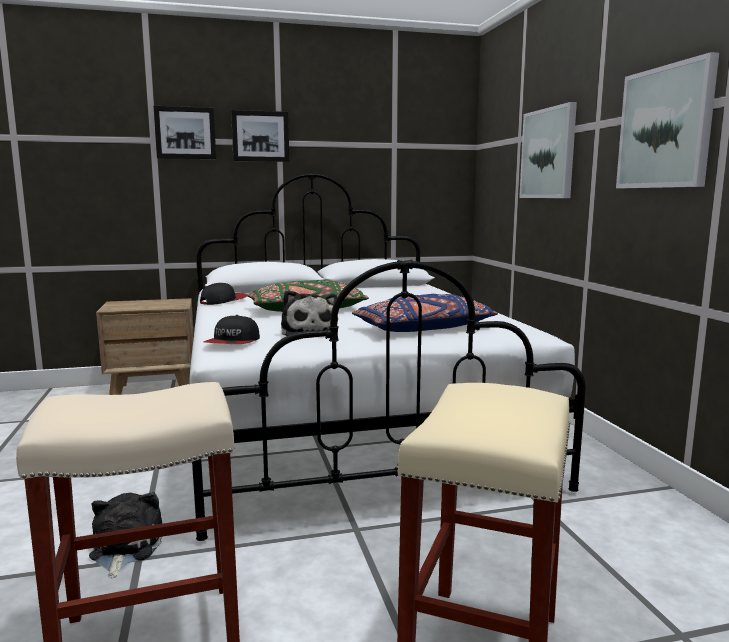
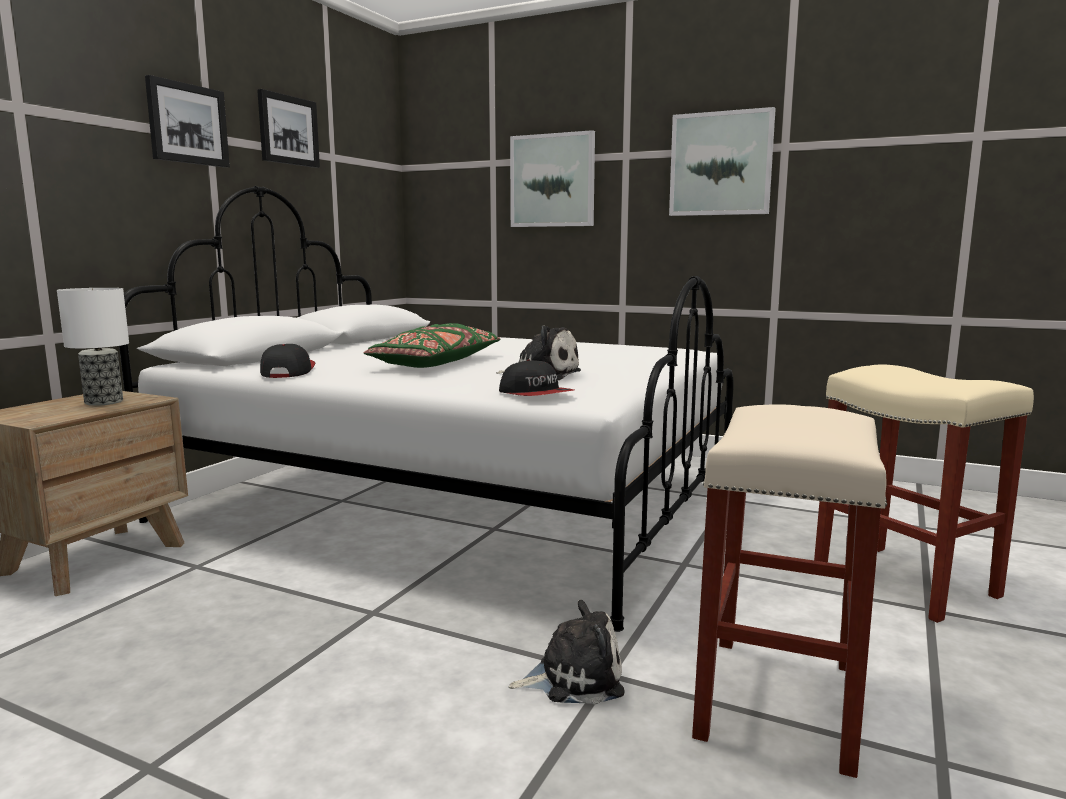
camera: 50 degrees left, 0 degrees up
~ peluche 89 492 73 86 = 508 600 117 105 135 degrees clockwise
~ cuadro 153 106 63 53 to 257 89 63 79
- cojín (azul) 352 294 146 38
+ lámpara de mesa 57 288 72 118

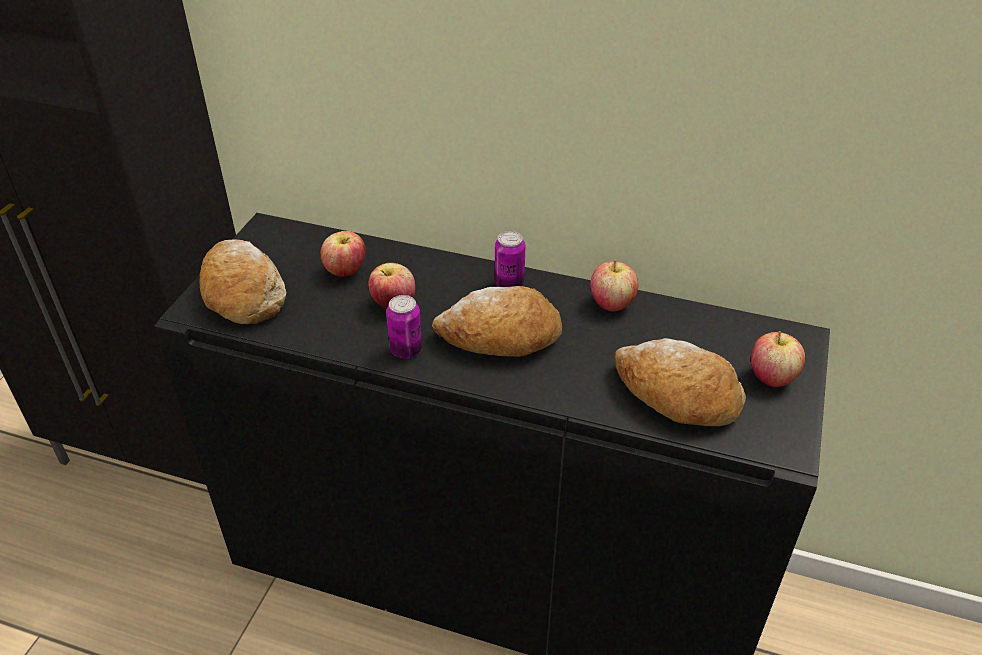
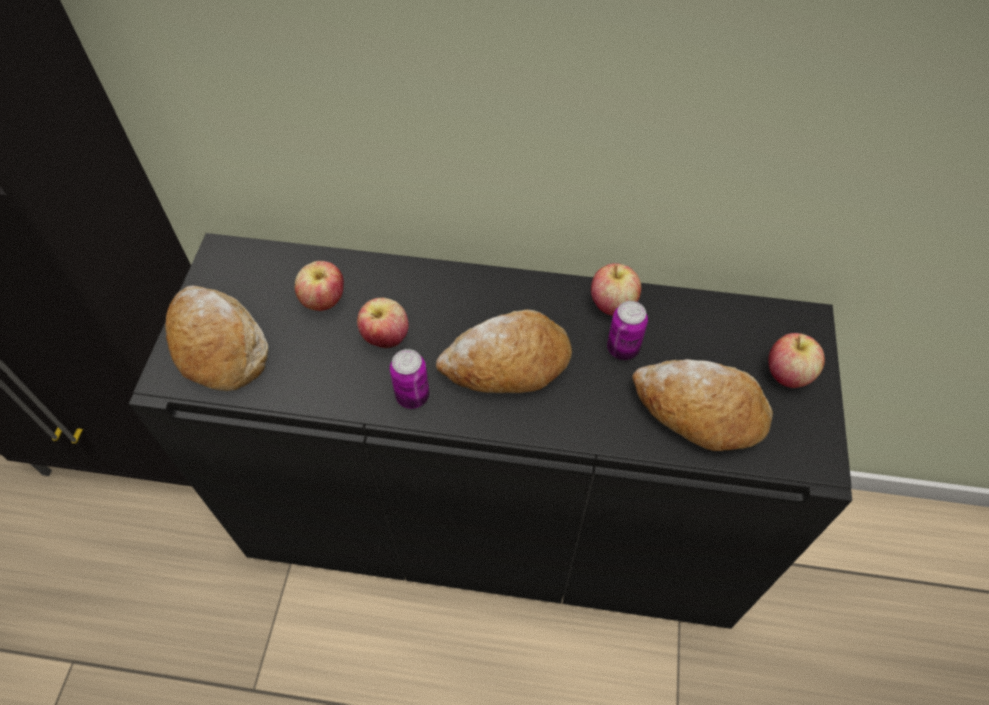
camera: 10 degrees left, 15 degrees up
~ lata 495 231 30 56 to 607 301 41 59

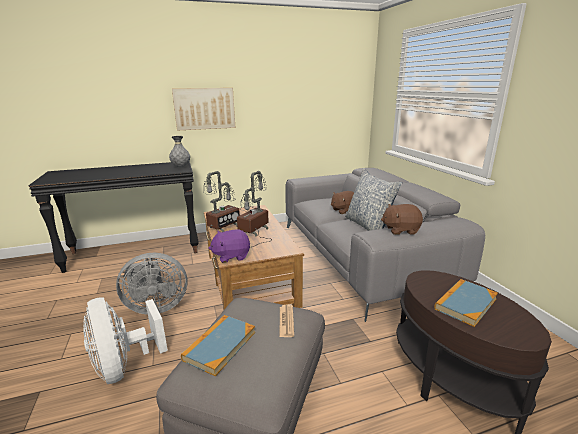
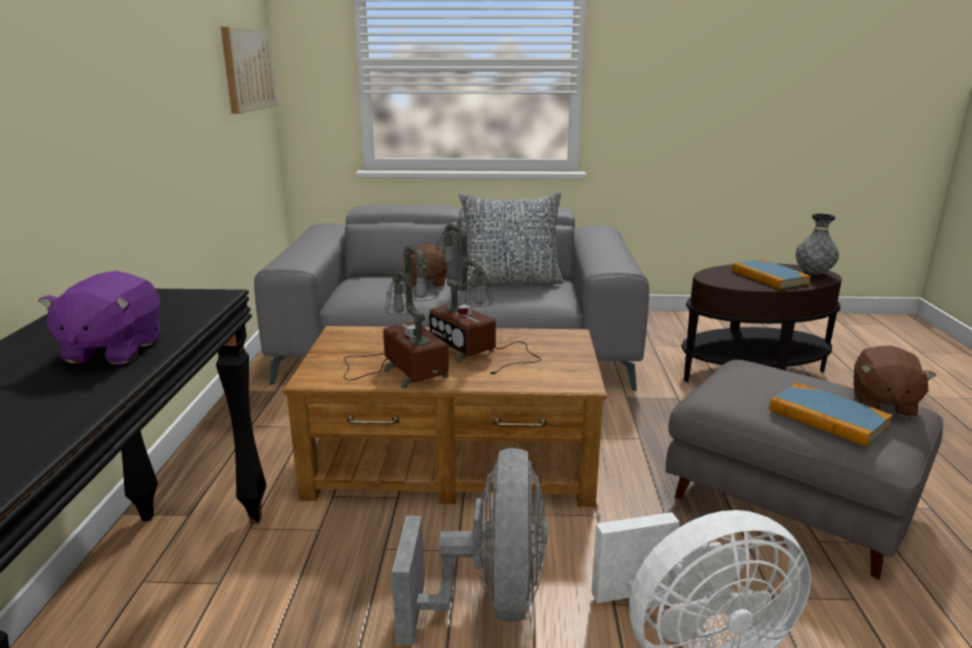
camera: 70 degrees left, 0 degrees up
~ florero (gris) 169 136 21 31 to 796 213 43 62
~ cuadro 172 88 63 43 to 221 27 56 87
~ peluche (morado) 208 229 42 34 to 38 271 123 93
- periódico 280 304 14 33
~ peluche (marrón) 381 204 42 31 to 854 346 82 71

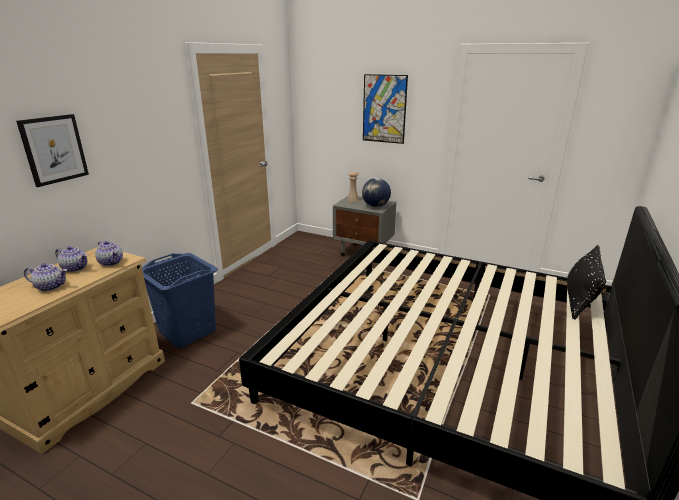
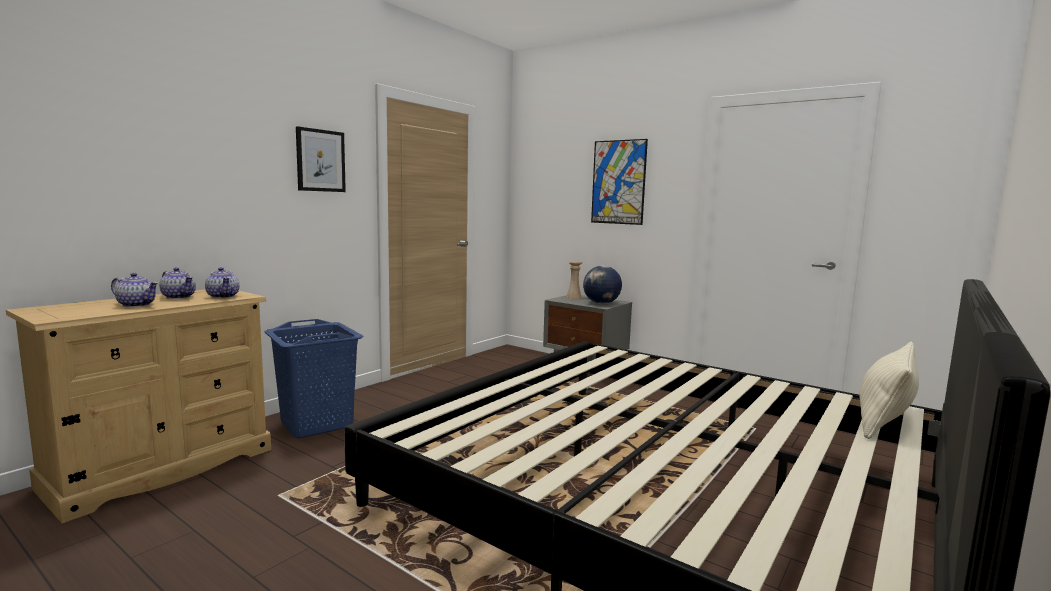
camera: 10 degrees right, 15 degrees down
~ cuadro 16 114 73 73 to 296 126 50 66
~ cojín (negro) 567 245 39 75 to cojín (beis) 859 342 60 97

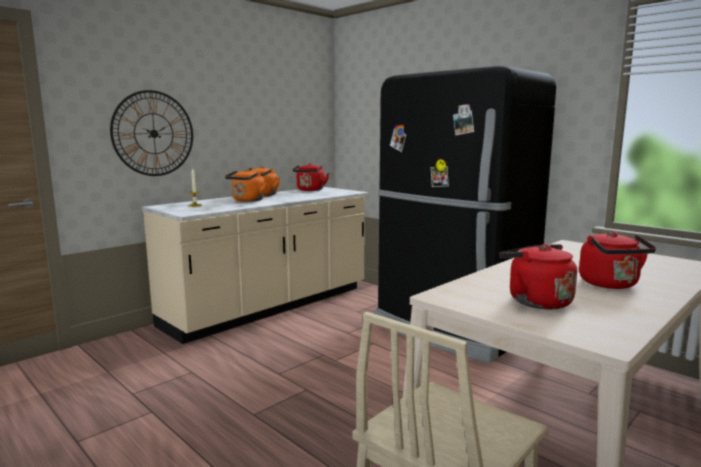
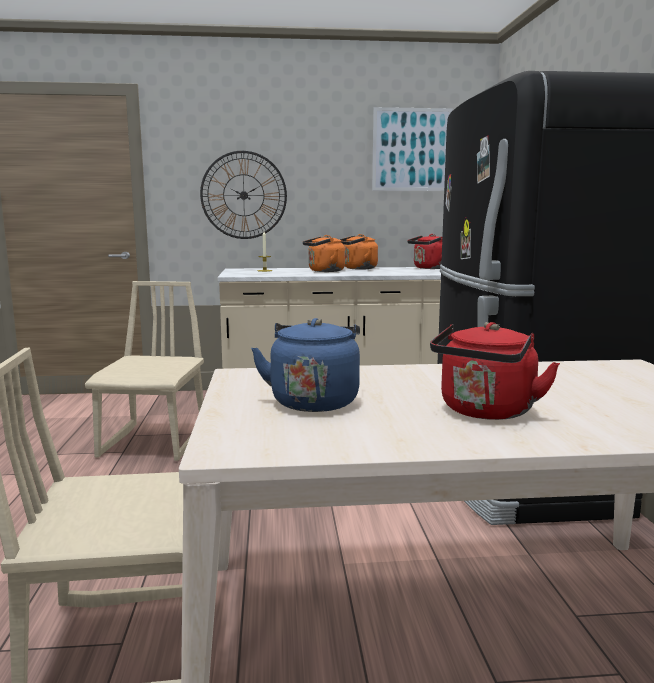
camera: 40 degrees right, 0 degrees up
~ hervidor (rojo) 499 244 78 65 to hervidor (azul) 251 318 109 94
+ silla (beis) 85 281 119 180
+ cuadro 372 107 81 84

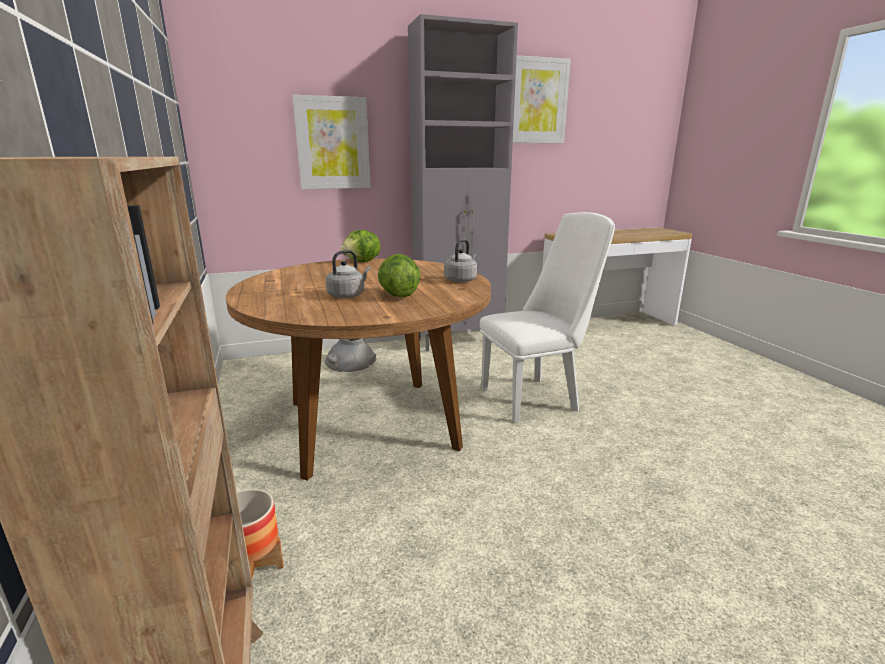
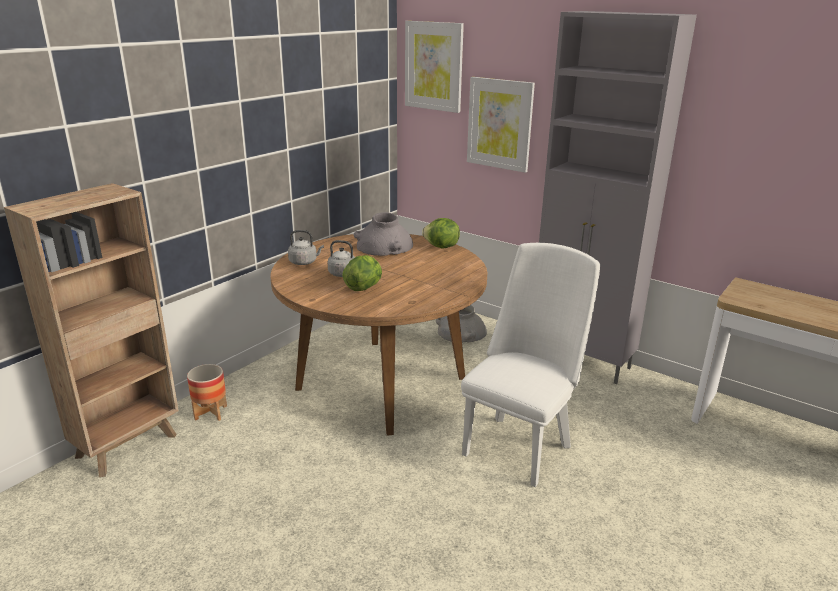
camera: 55 degrees right, 5 degrees up
~ hervidor (gris) 444 239 33 44 to 288 230 36 35
~ silla (blanco) 480 212 135 211 = 461 243 139 244 90 degrees counterclockwise
~ cuadro 513 55 58 88 to 405 21 59 92
+ florero (gris) 354 212 59 44

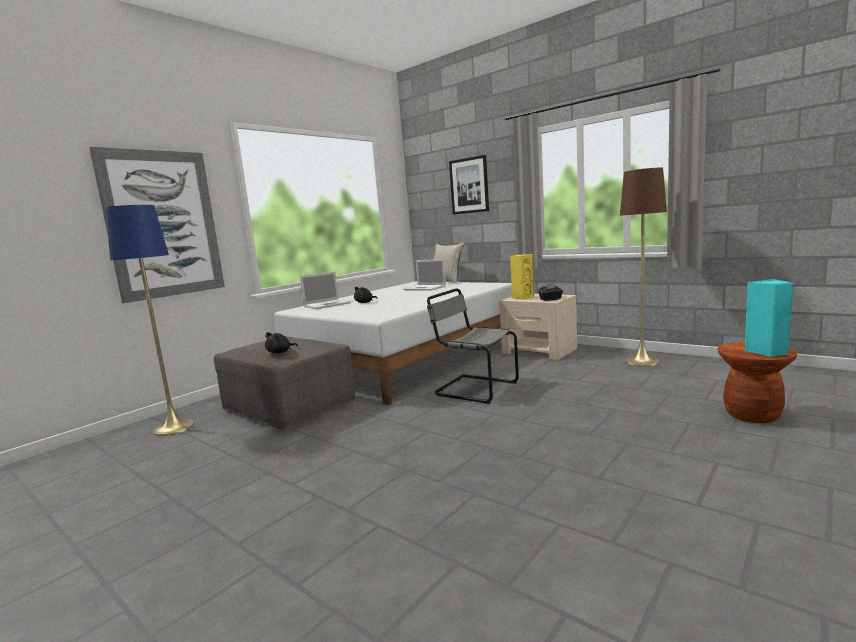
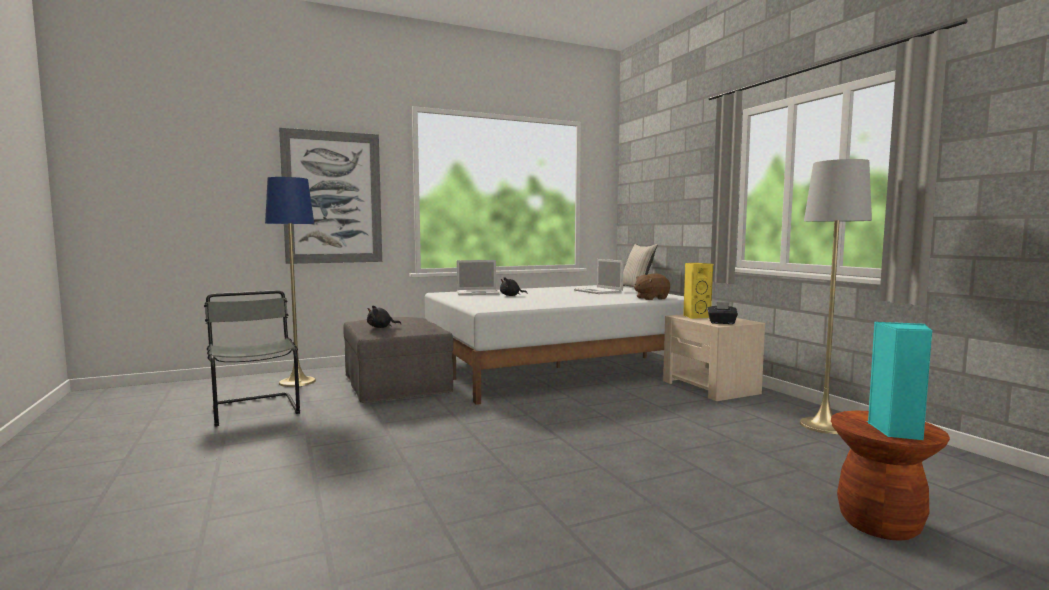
camera: 25 degrees right, 5 degrees down
~ silla (gris) 427 288 92 116 to 204 290 96 137
- cuadro 449 155 40 59
~ lámpara de pie (marrón) 620 168 47 199 to lámpara de pie (gris) 800 159 72 275
+ peluche (marrón) 634 273 36 27

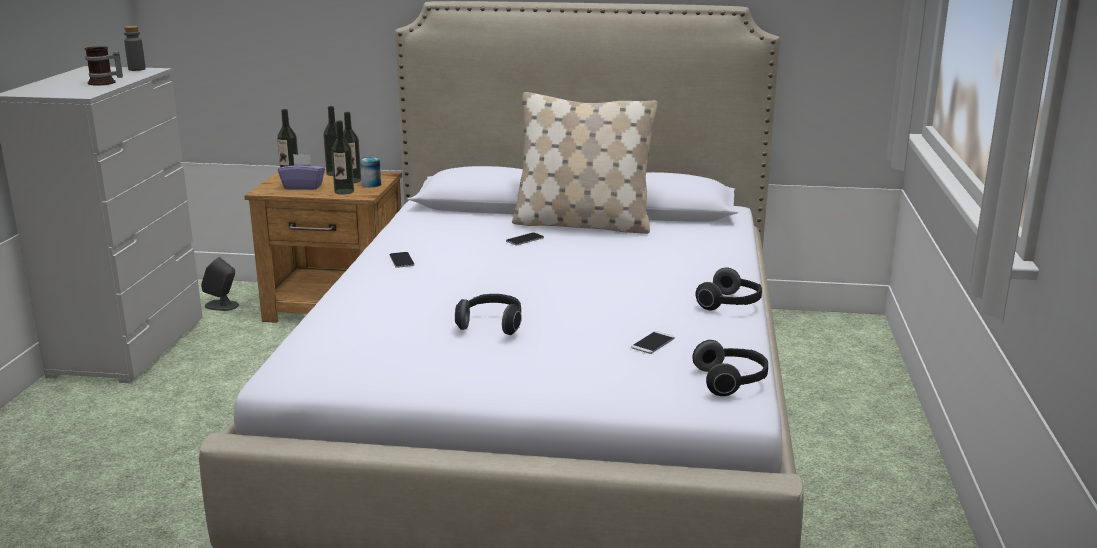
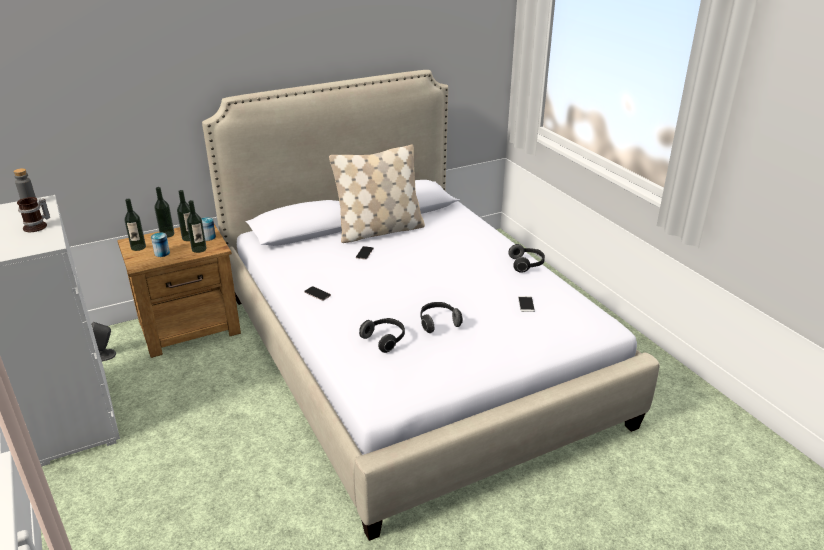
camera: 35 degrees left, 10 degrees up
~ caja de pañuelos (morado) 278 154 47 36 to lata 151 233 19 24
~ auriculares 692 340 76 56 to 359 318 46 35

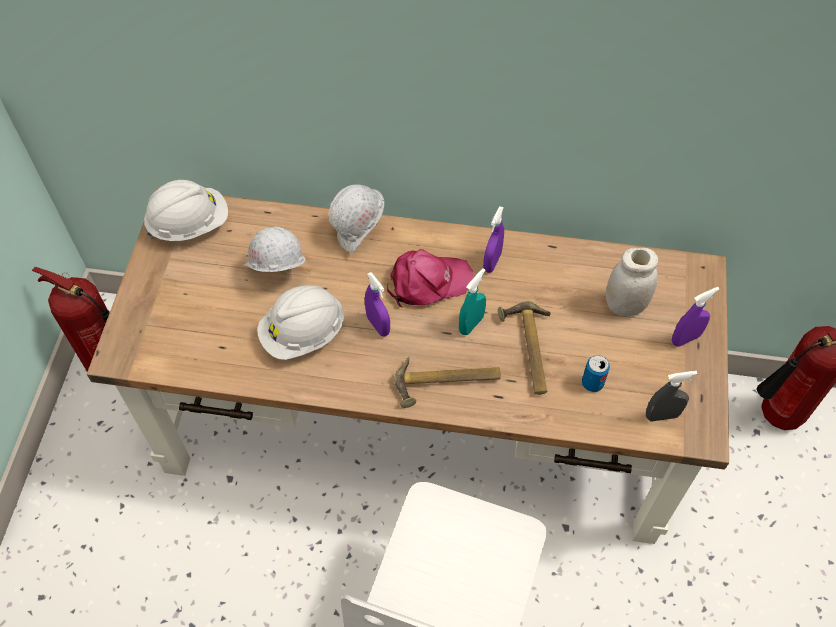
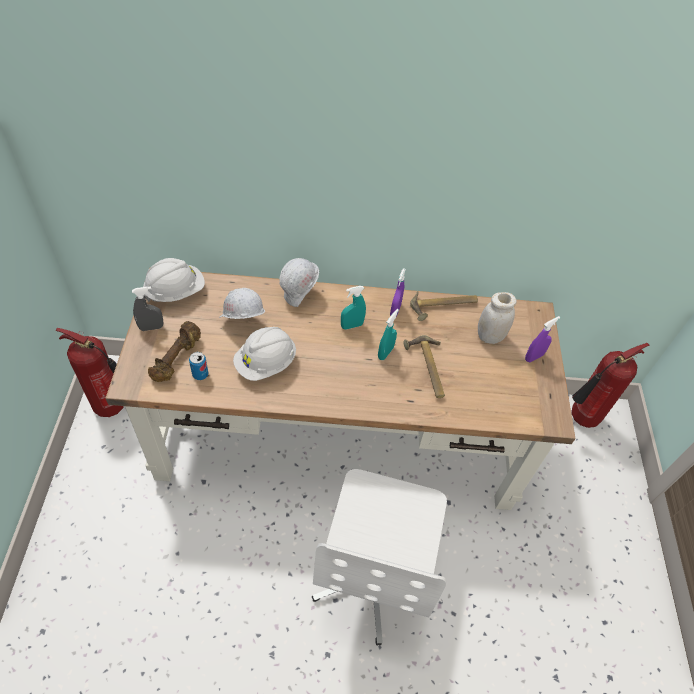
camera: 10 degrees left, 5 degrees down
- pulverizador (morado) 365 272 25 64
~ gorra (rosa) 387 249 86 59 to pulverizador (turquesa) 341 286 25 44
~ martillo 394 356 107 52 to 410 291 68 30
~ lata 582 355 28 37 to 189 352 19 28
~ pulverizador (gris) 646 371 51 50 to 132 286 31 45
+ mancuerna (marrón) 148 321 53 61

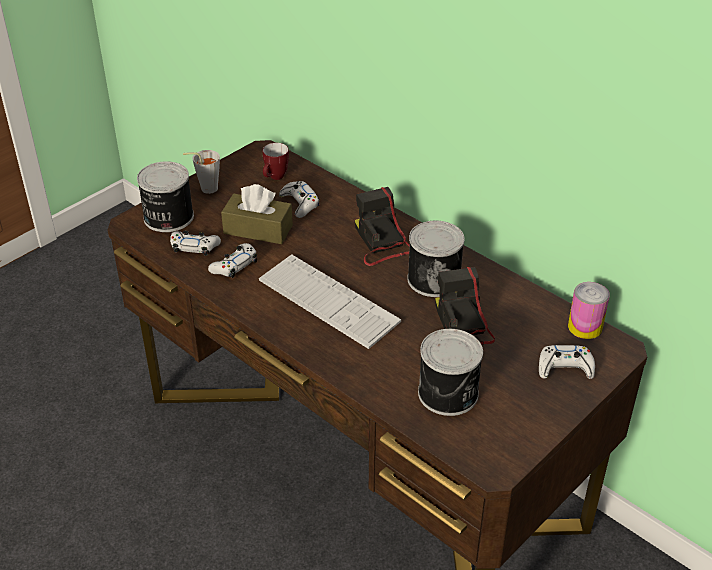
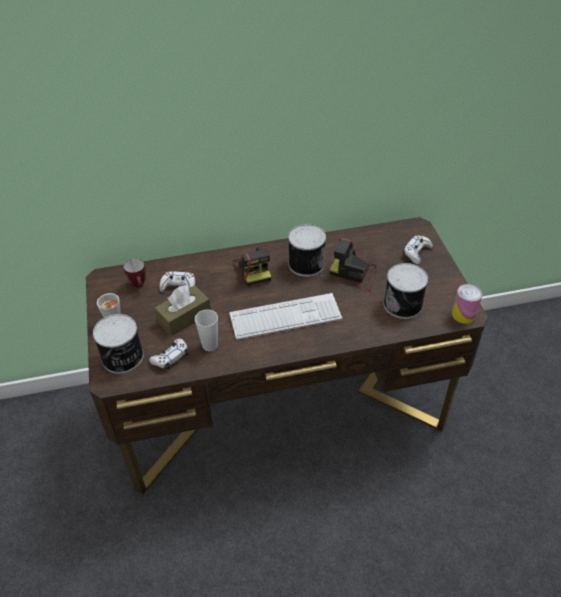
camera: 55 degrees left, 5 degrees up
~ mando de consola (blanco) 208 243 49 35 to taza 195 309 23 42
~ cámara 355 187 55 79 = 232 246 39 40 120 degrees counterclockwise
~ lata 568 282 42 57 to 452 284 31 40

